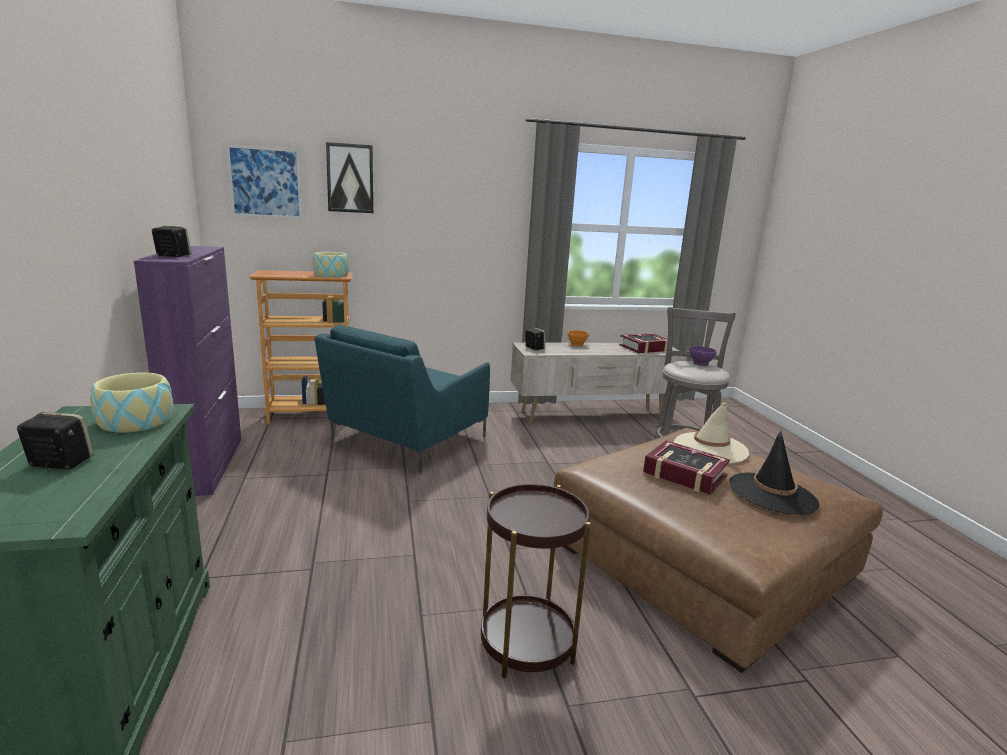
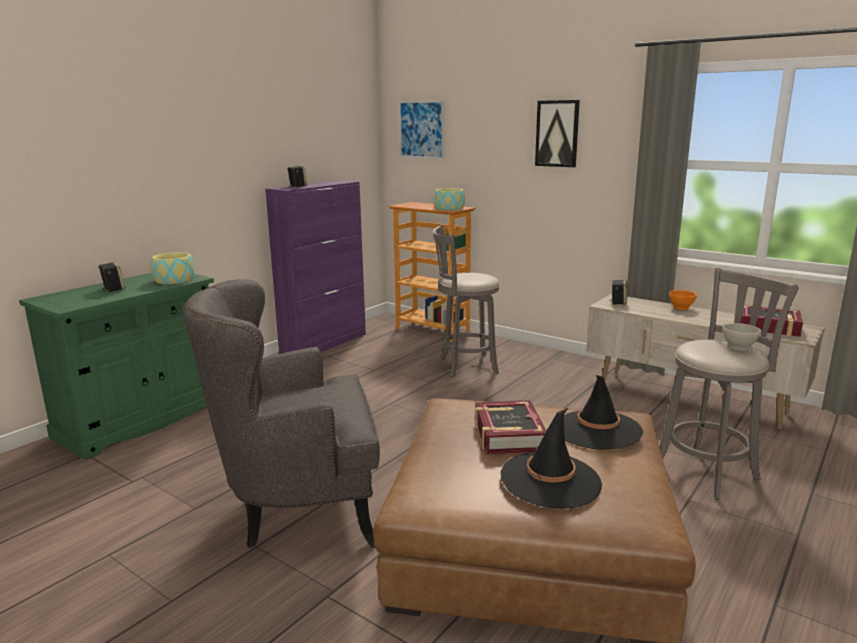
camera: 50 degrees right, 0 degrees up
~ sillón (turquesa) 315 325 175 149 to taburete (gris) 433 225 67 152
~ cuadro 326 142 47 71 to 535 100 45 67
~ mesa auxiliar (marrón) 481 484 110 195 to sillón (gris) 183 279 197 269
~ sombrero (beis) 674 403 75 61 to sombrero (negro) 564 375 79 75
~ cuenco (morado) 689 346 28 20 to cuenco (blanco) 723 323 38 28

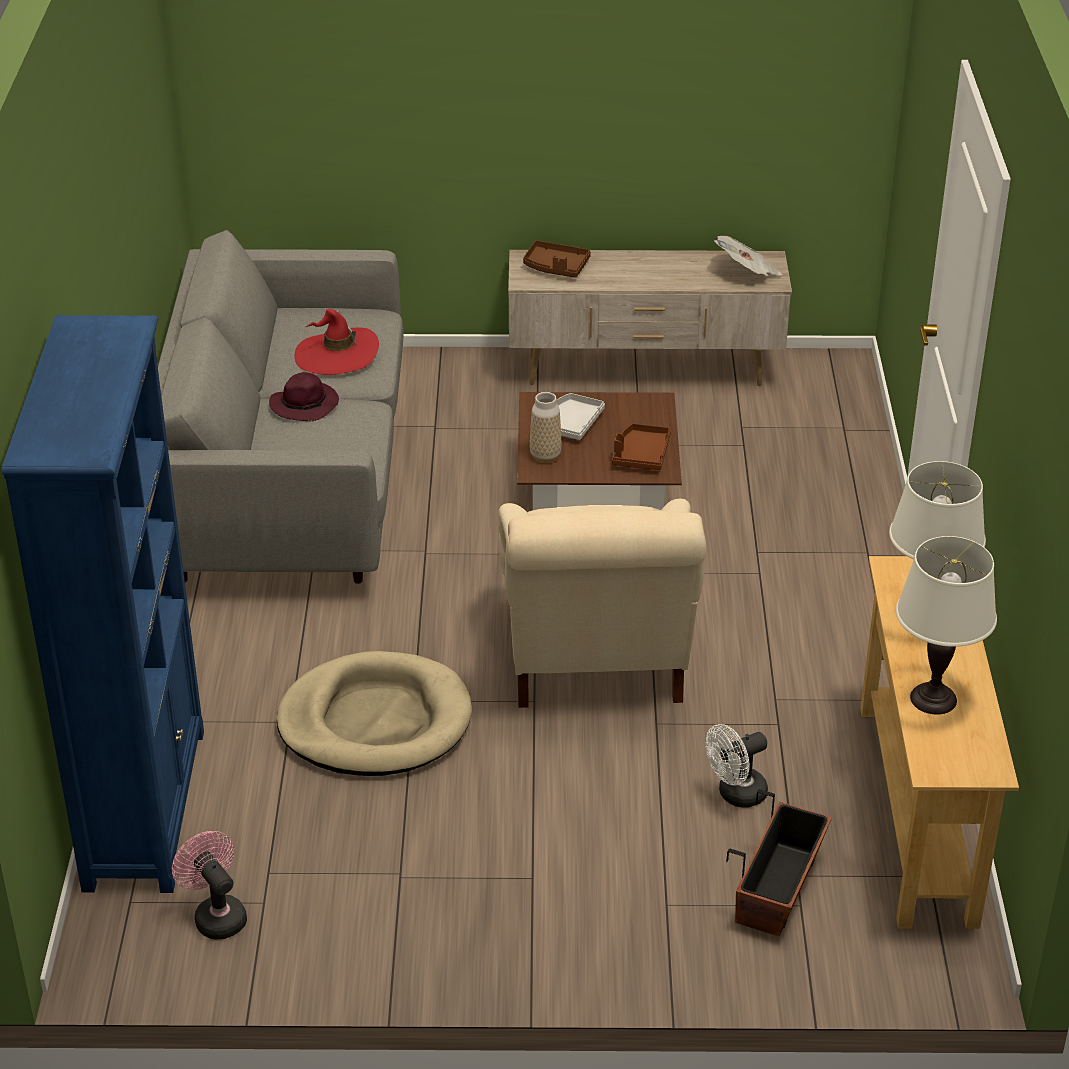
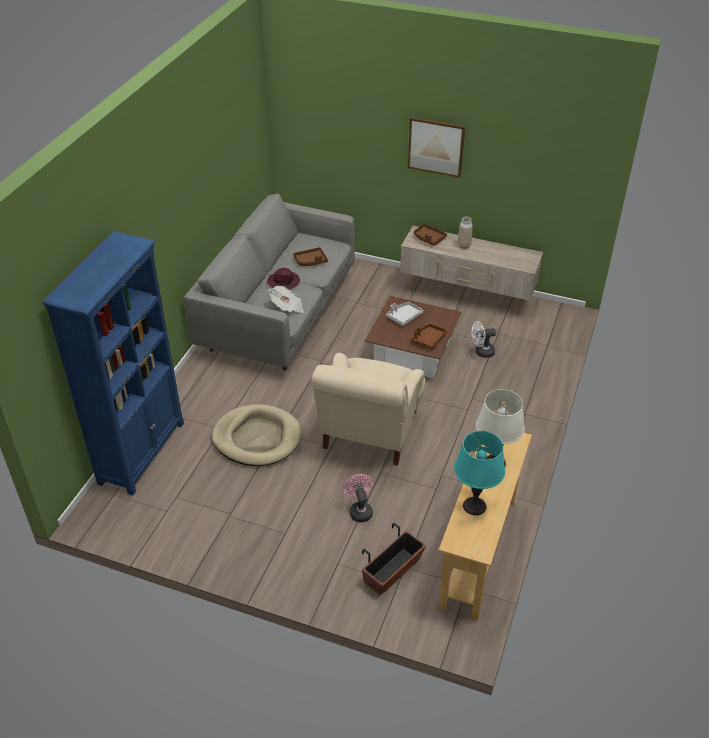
camera: 20 degrees right, 5 degrees up
~ ventilador (rosa) 172 831 75 108 to 343 474 30 48
~ sombrero (rojo) 294 309 85 66 to bandeja (marrón) 293 247 35 19
~ florero 530 392 32 71 to 457 217 15 32
~ ventilador (blanco) 705 724 63 84 to 471 321 25 37
~ periódico 714 236 69 40 to 268 286 36 27
~ lámpara de mesa (blanco) 896 536 101 179 to lámpara de mesa (turquesa) 454 431 51 84
+ cuadro 408 117 57 61

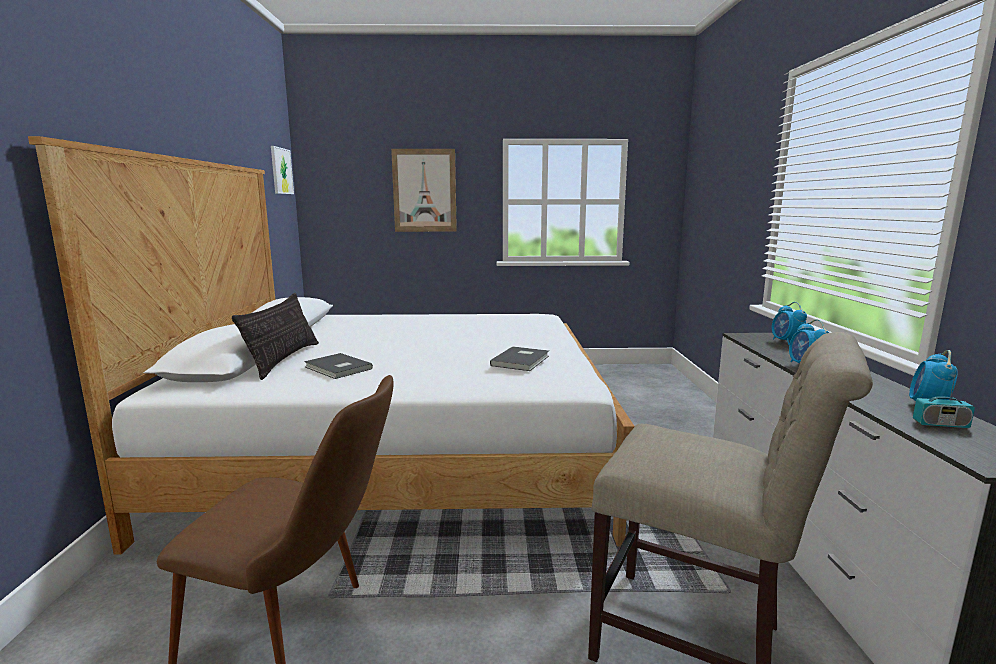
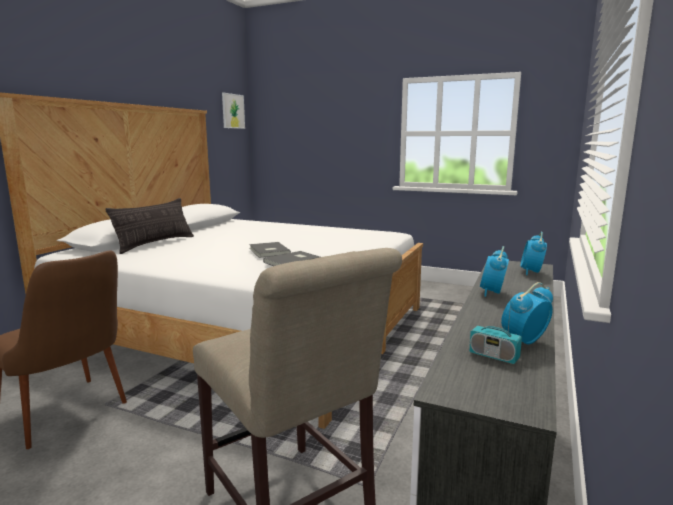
camera: 25 degrees right, 0 degrees up
~ libro (gris) 304 353 69 26 to 249 242 42 16
- cuadro 391 149 66 83

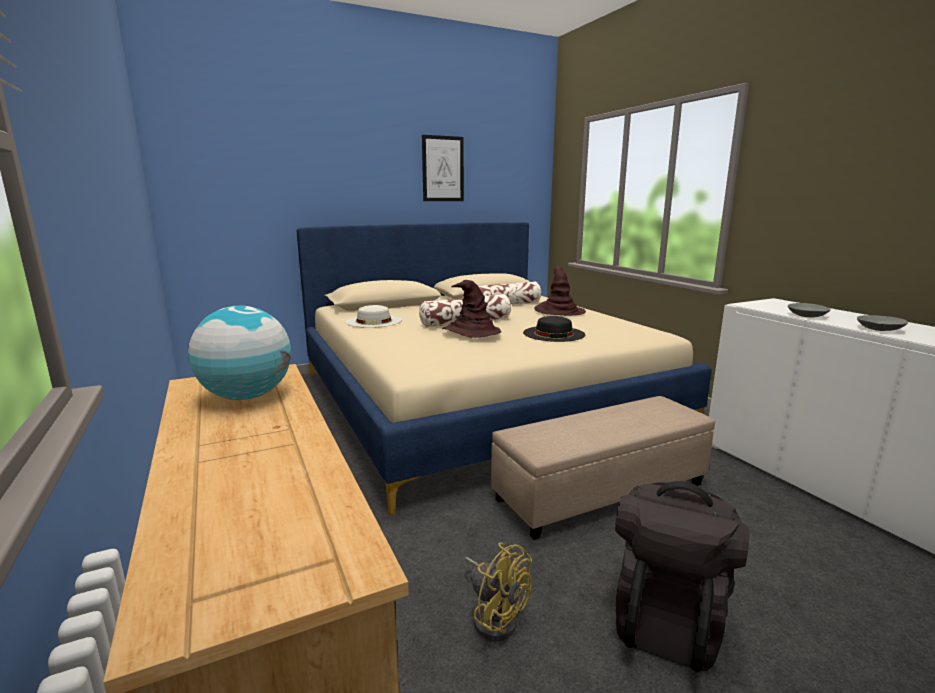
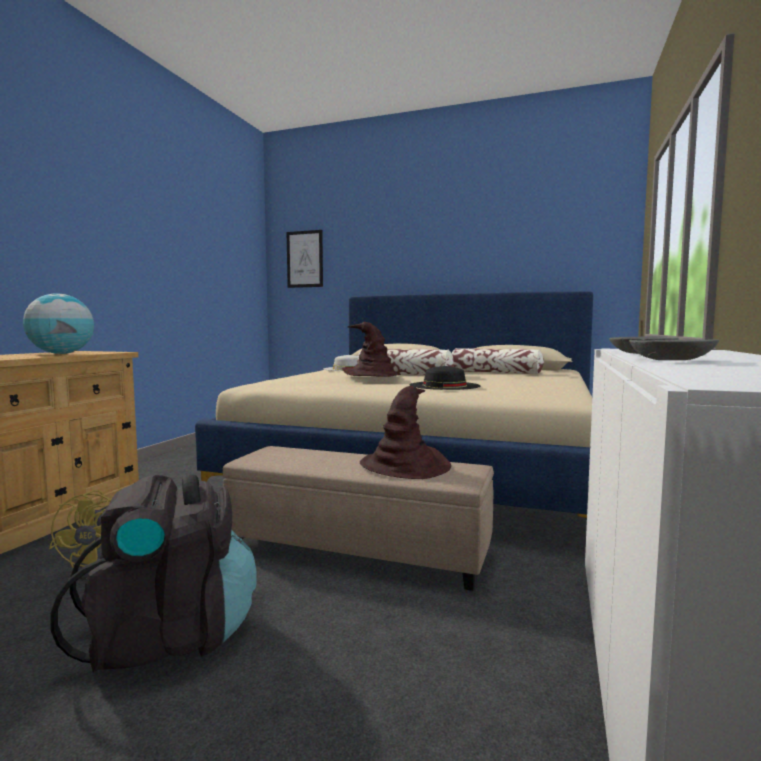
camera: 45 degrees right, 10 degrees down
~ cuadro 422 135 42 66 to 286 230 37 58
~ sombrero (marrón) 534 266 52 49 to 360 386 91 93

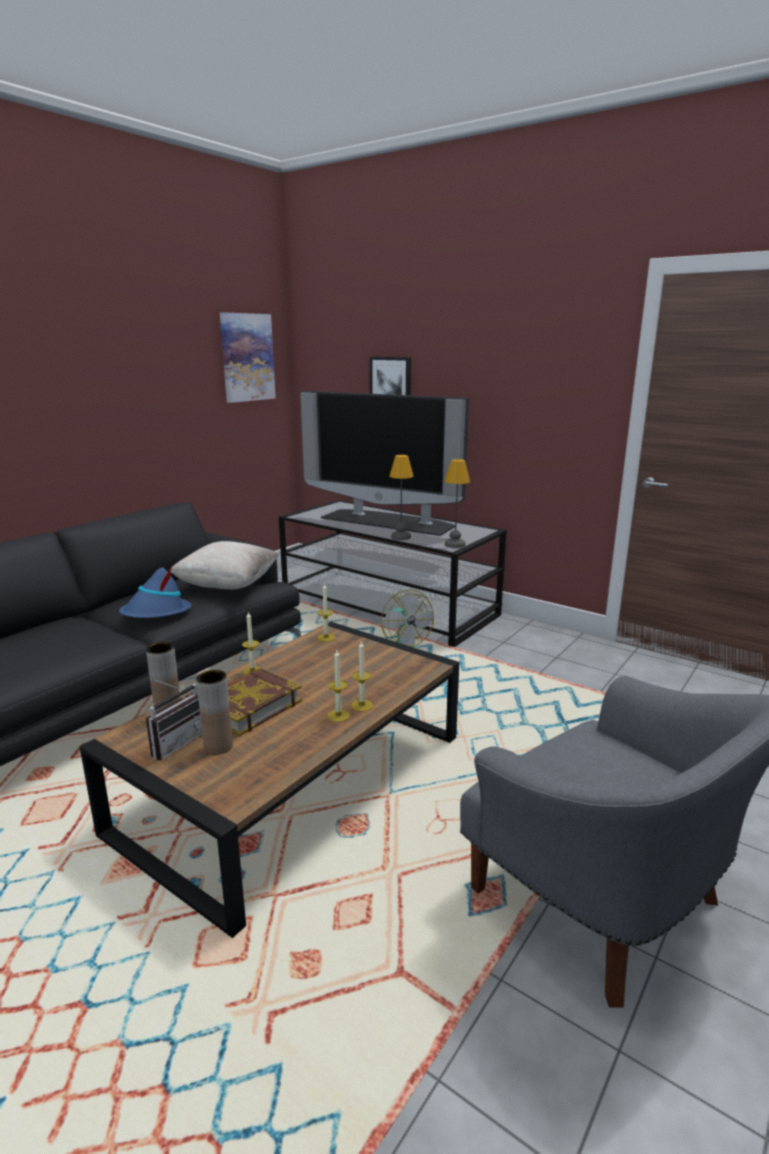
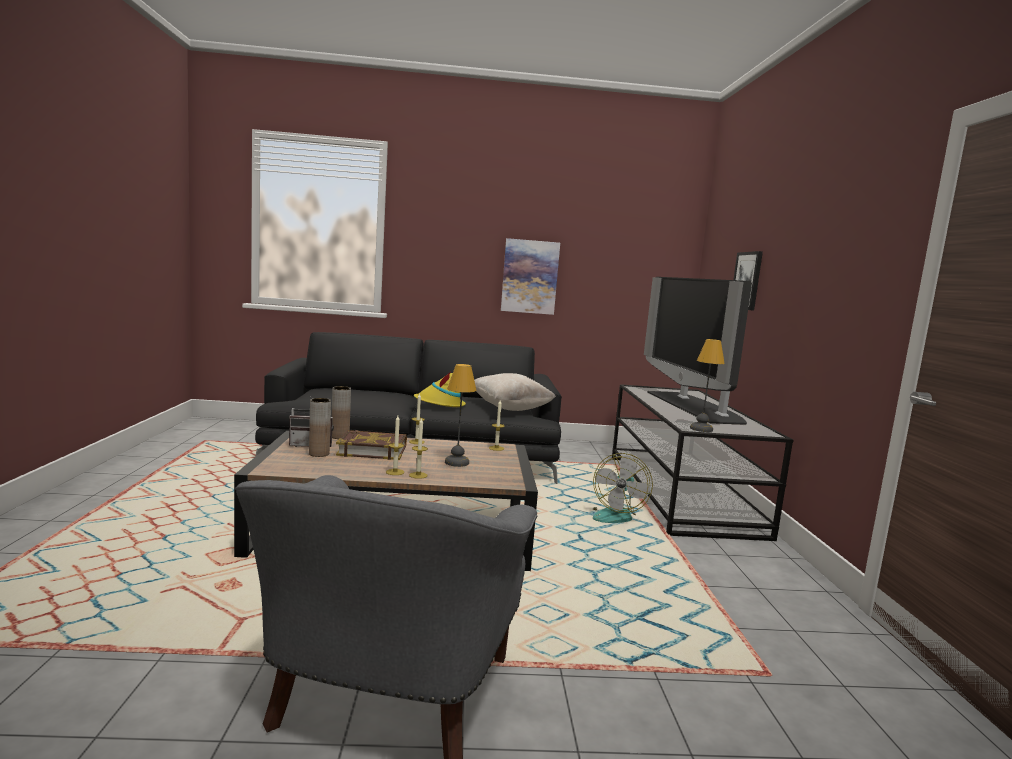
camera: 50 degrees right, 10 degrees down
~ sombrero (azul) 119 567 72 51 to sombrero (amarillo) 414 372 52 35
~ cuadro 220 312 56 91 to 501 238 59 77
~ lámpara de mesa 389 455 25 85 to 445 364 32 103

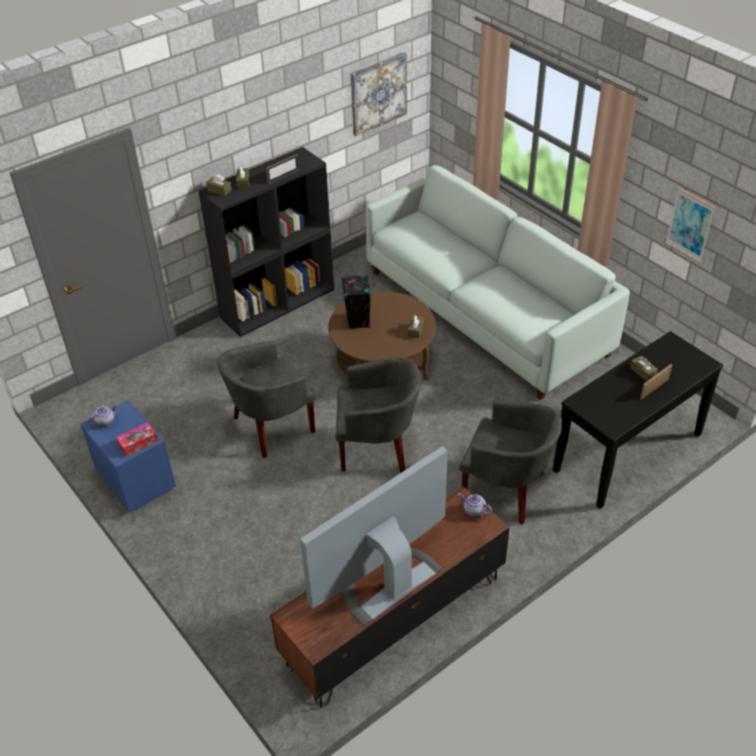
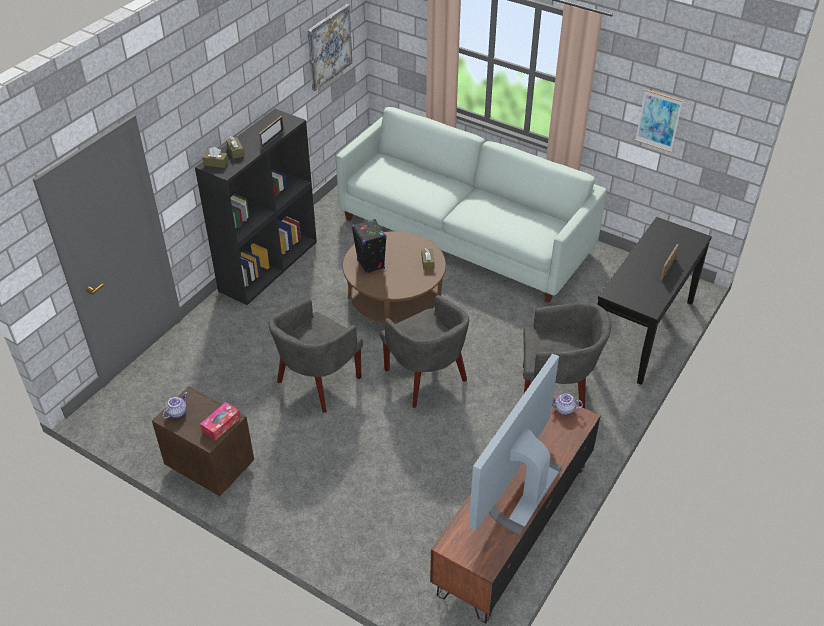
camera: 20 degrees left, 0 degrees up
~ mesita de noche (azul) 80 400 96 113 to mesita de noche (marrón) 152 386 102 110
~ sillón (gris) 336 358 85 115 = 380 295 89 113 75 degrees clockwise
- caja de pañuelos (marrón) 630 356 28 26

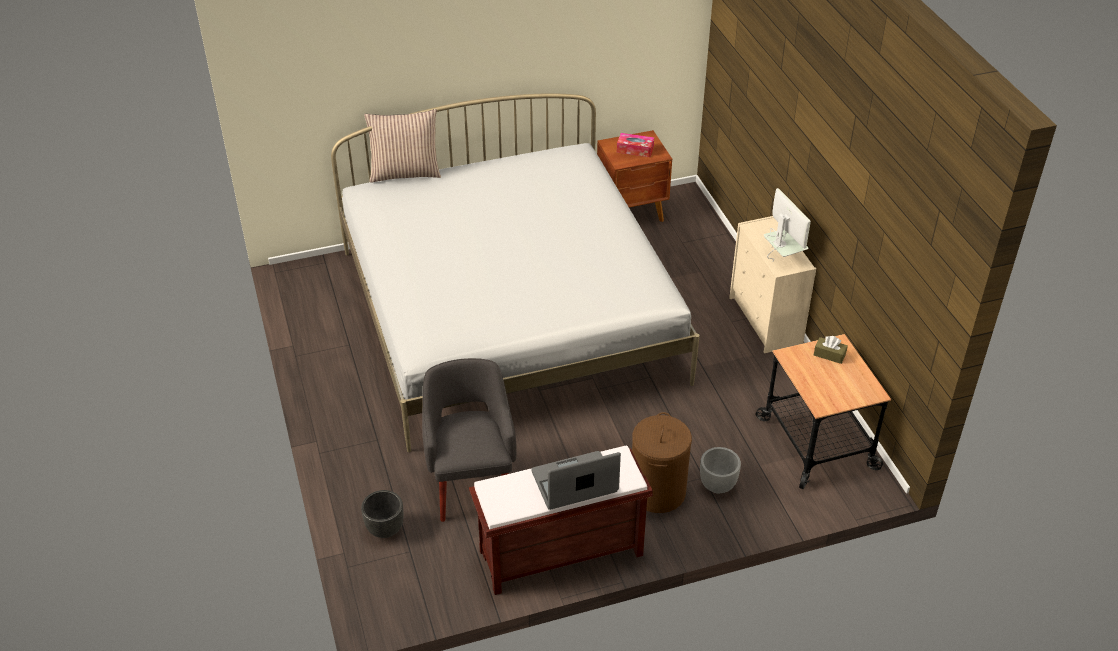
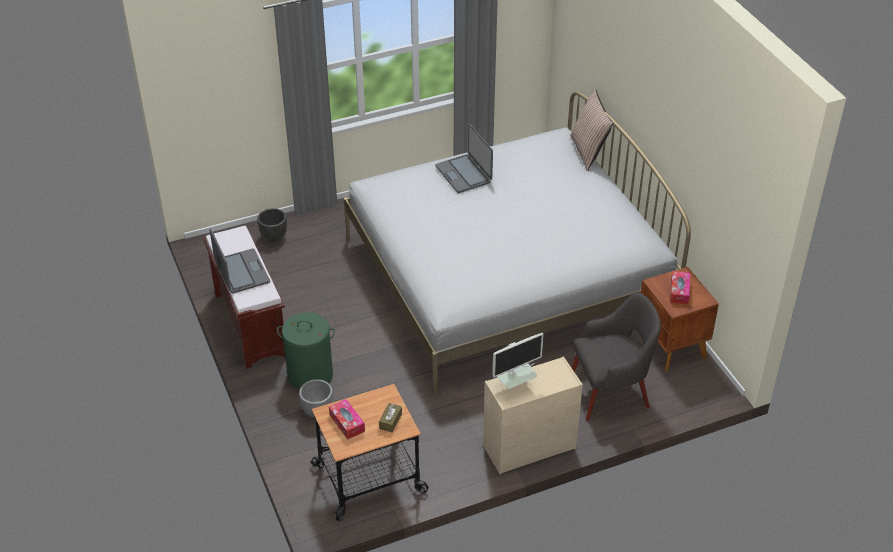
camera: 85 degrees right, 0 degrees up
~ sillón (gris) 422 358 94 164 to 571 292 90 129
~ cesto de la ropa (marrón) 632 412 60 101 to cesto de la ropa (verde) 277 312 58 78
+ caja de pañuelos 329 399 36 41
+ portátil 436 124 57 69

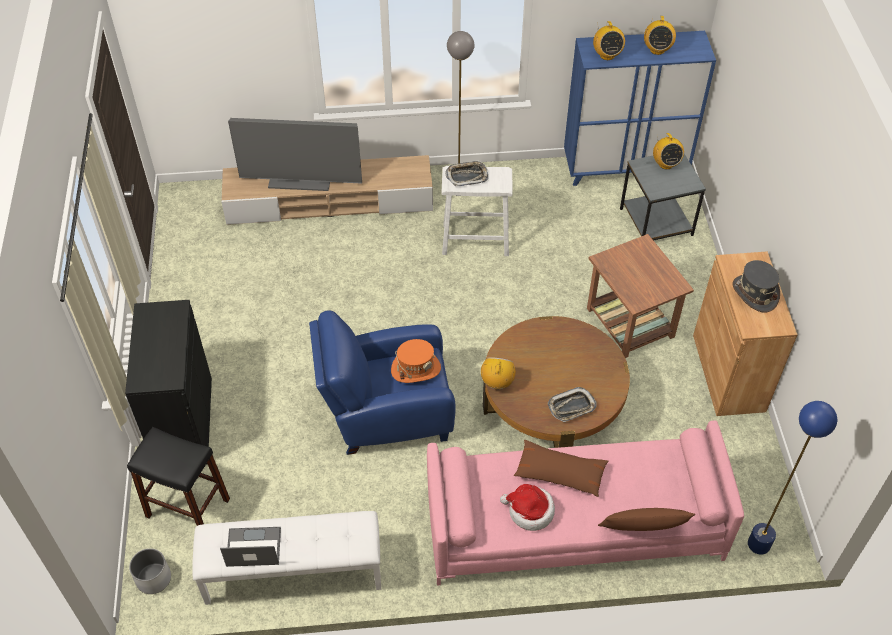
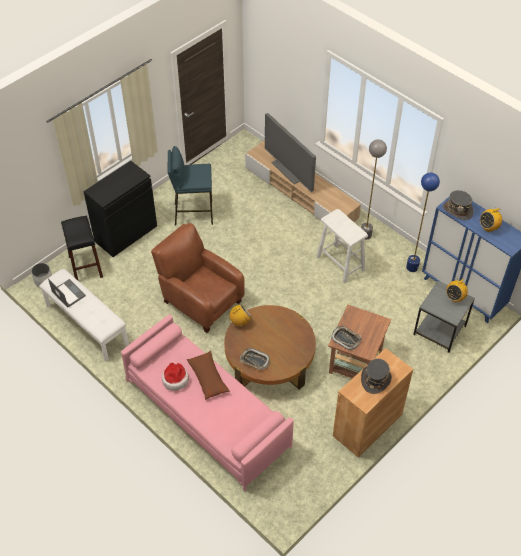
camera: 50 degrees right, 0 degrees up
~ sillón (azul) 309 310 146 145 to sillón (marrón) 151 223 94 110
- sombrero (naranja) 391 339 50 44
~ bandeja 445 160 43 26 to 331 326 30 24
~ radio 593 21 32 39 to sombrero (gris) 443 190 30 30
- cojín (marrón) 598 508 97 23
~ lámpara de pie (azul) 748 401 90 154 to 406 173 34 99
+ taburete (azul) 168 146 45 80

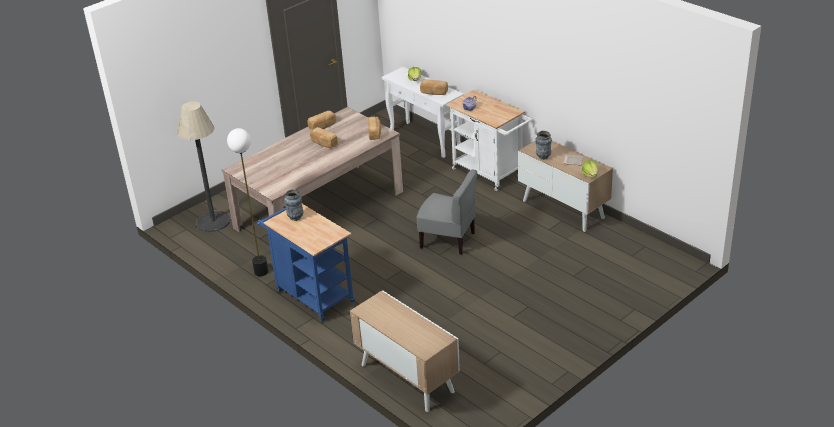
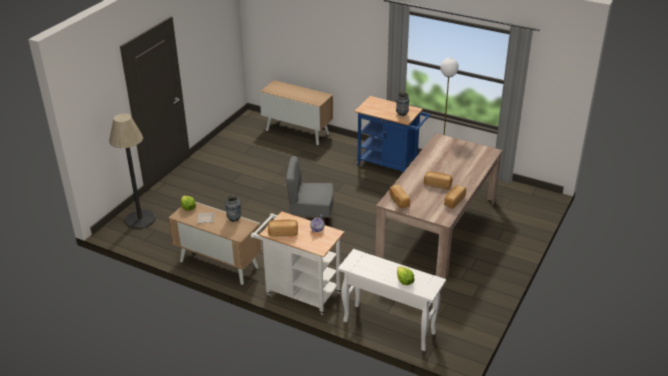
camera: 160 degrees right, 0 degrees up
~ lámpara de pie 177 101 54 131 to 109 113 47 116
~ pan 420 79 28 16 to 268 220 30 16

